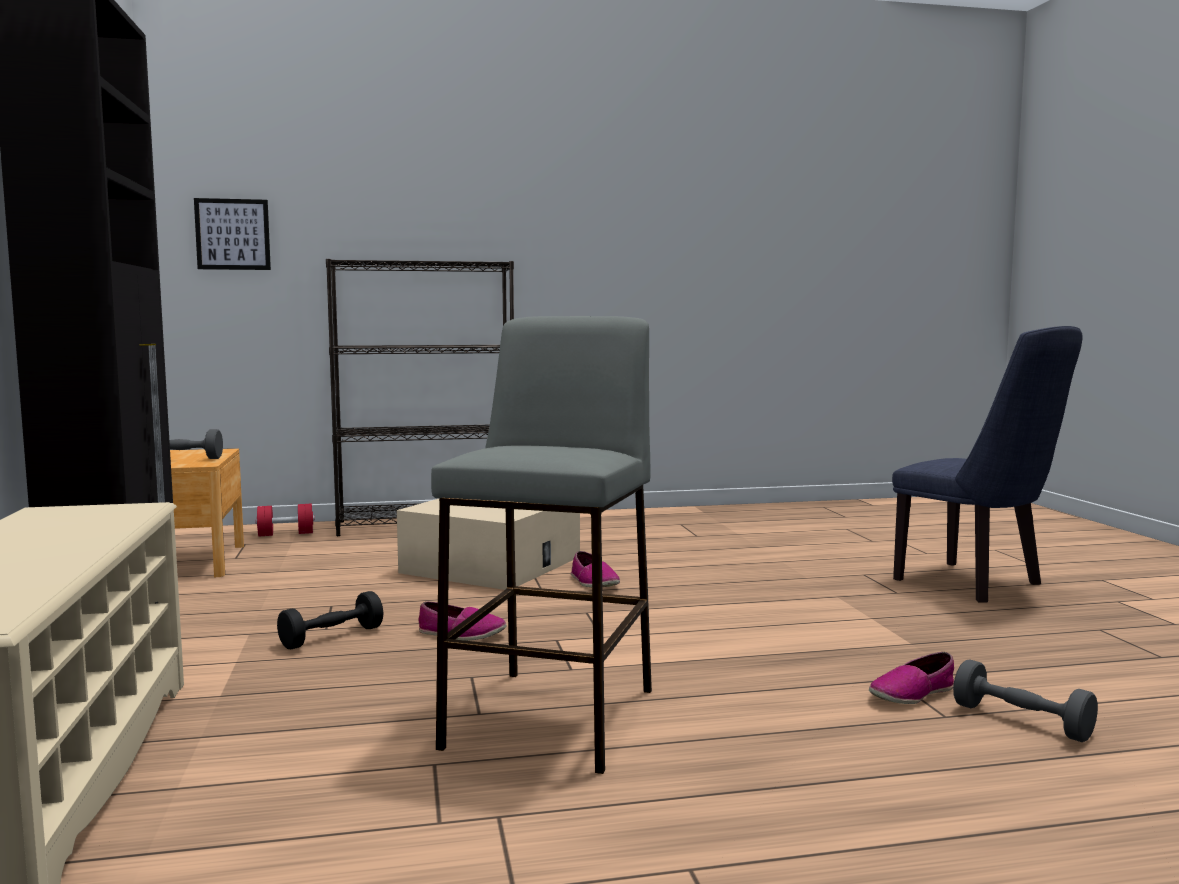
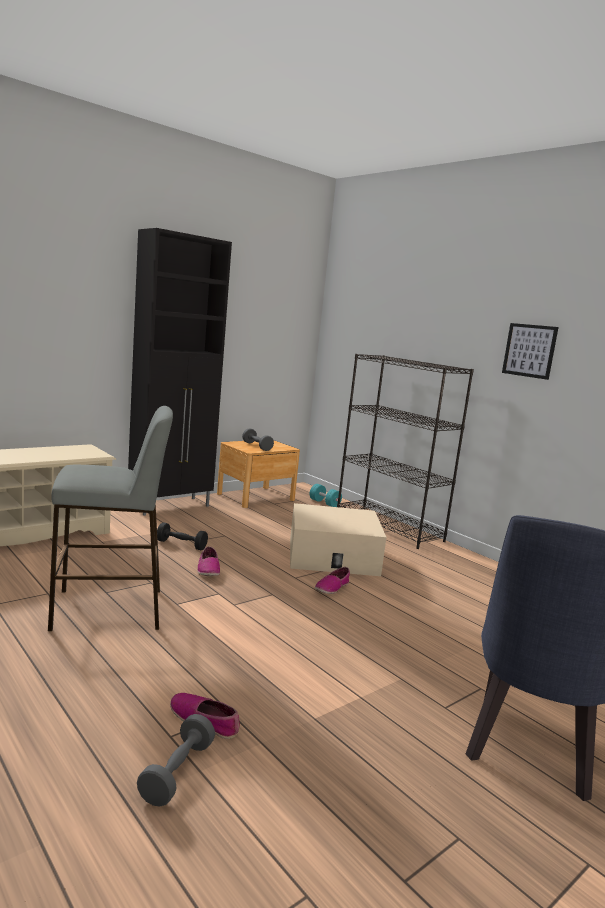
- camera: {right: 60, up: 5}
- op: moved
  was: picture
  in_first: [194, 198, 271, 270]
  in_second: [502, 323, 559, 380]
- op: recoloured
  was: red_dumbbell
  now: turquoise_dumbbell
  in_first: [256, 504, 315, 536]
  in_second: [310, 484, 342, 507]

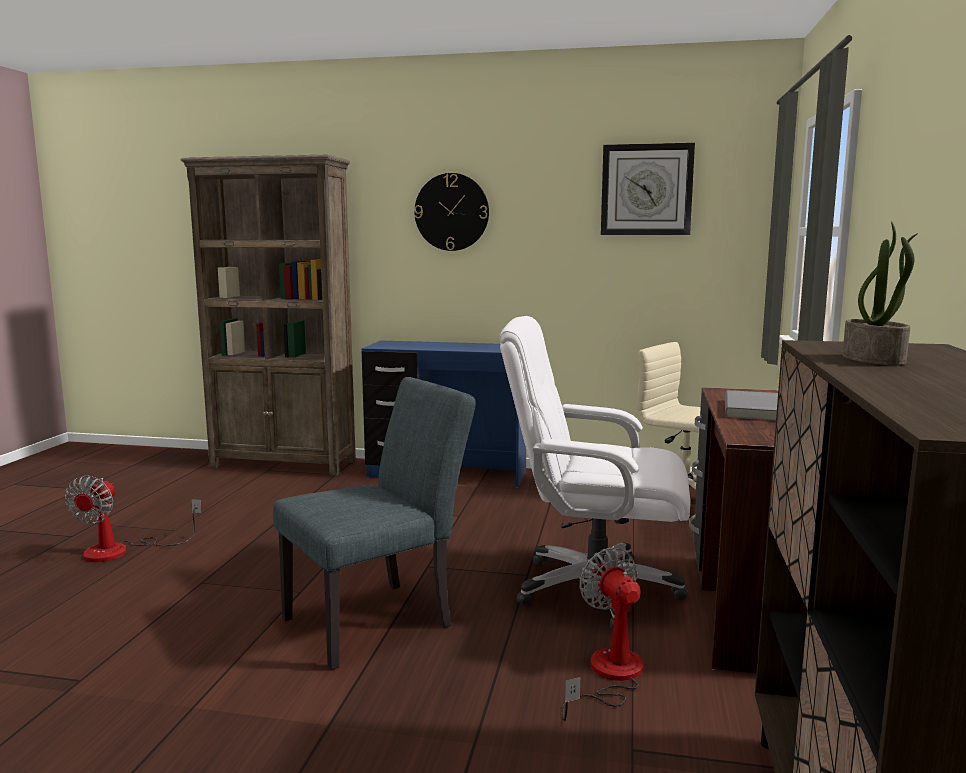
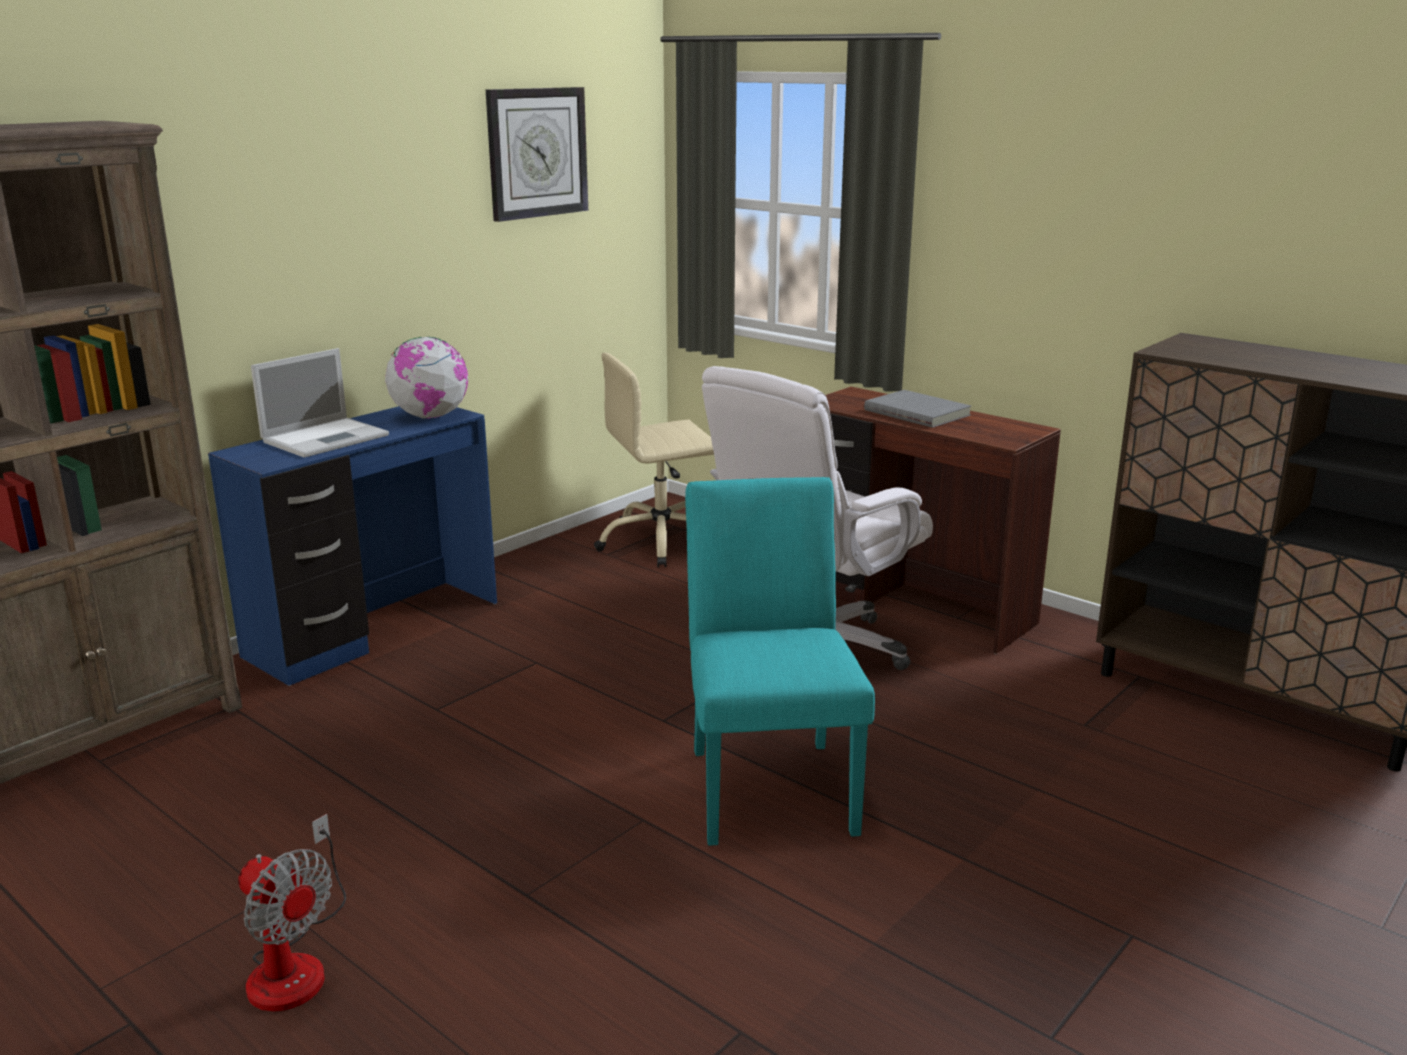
- camera: {right: -60, up: 10}
- op: removed
  was: wall_clock
  in_first: [414, 173, 489, 251]
- op: removed
  was: fan
  in_first: [561, 547, 643, 721]
- op: removed
  was: potted_plant
  in_first: [842, 221, 918, 366]
- op: added
  now: laptop
  in_second: [251, 348, 389, 458]
- op: added
  now: globe
  in_second: [385, 337, 468, 419]
- op: recoloured
  was: grey_chair
  now: turquoise_chair
  in_first: [273, 377, 476, 670]
  in_second: [685, 477, 875, 846]

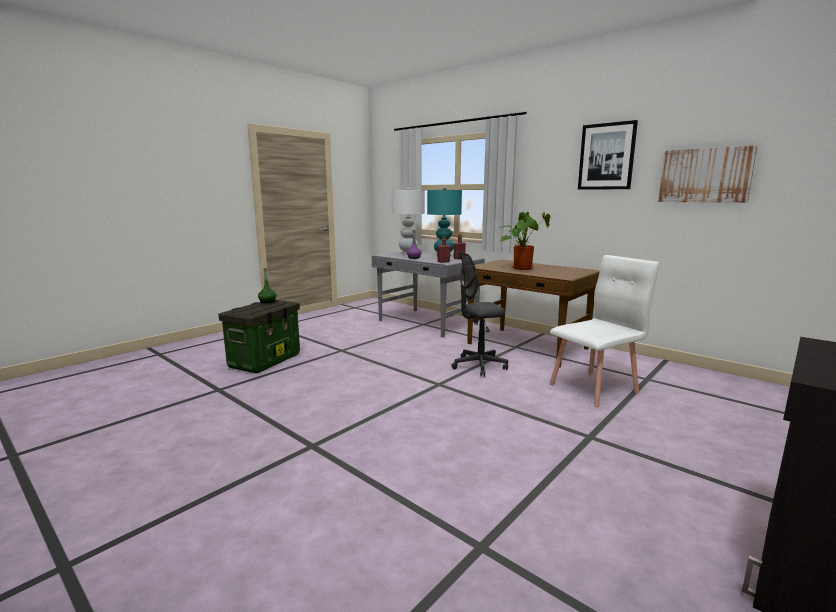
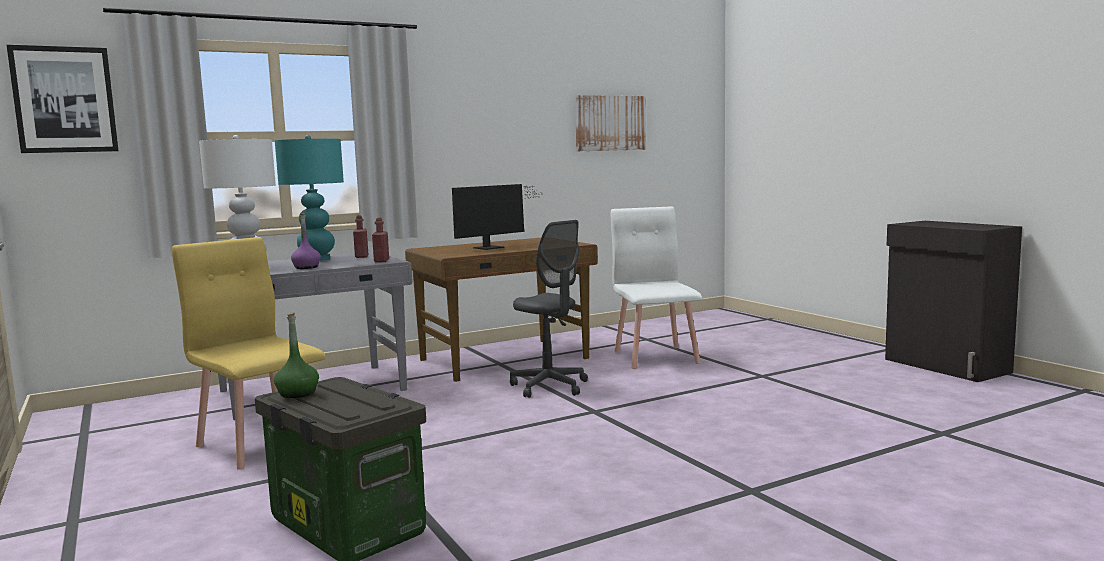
- camera: {right: -70, up: -5}
- op: added
  now: yellow_chair
  in_second: [172, 237, 326, 470]
- op: moved
  was: picture
  in_first: [578, 120, 638, 190]
  in_second: [7, 45, 119, 153]
- op: replaced
  was: potted_plant
  now: monitor
  in_first: [499, 212, 550, 270]
  in_second: [452, 184, 542, 250]
- op: turned
  was: grey_office_chair
  in_first: [452, 251, 508, 377]
  in_second: [510, 220, 588, 398]
  clockwise: -45

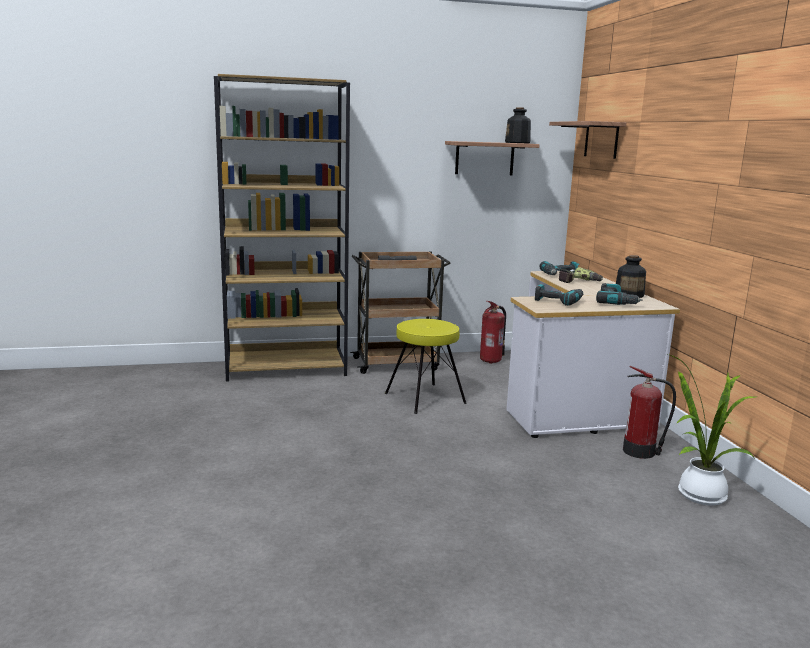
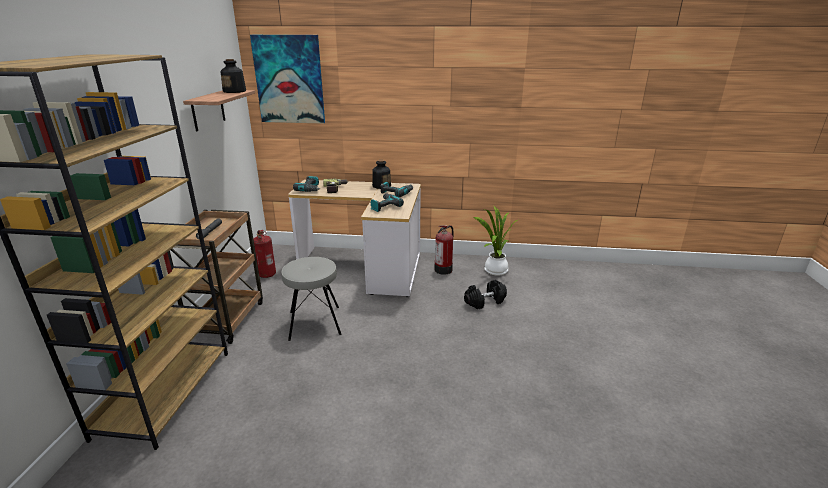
- camera: {right: -70, up: 10}
- op: added
  now: black_dumbbell
  in_second: [464, 280, 507, 309]
- op: replaced
  was: shelf
  now: picture
  in_first: [549, 121, 626, 159]
  in_second: [250, 35, 325, 124]
- op: recoloured
  was: yellow_stool
  now: grey_stool
  in_first: [385, 319, 467, 414]
  in_second: [281, 257, 342, 341]

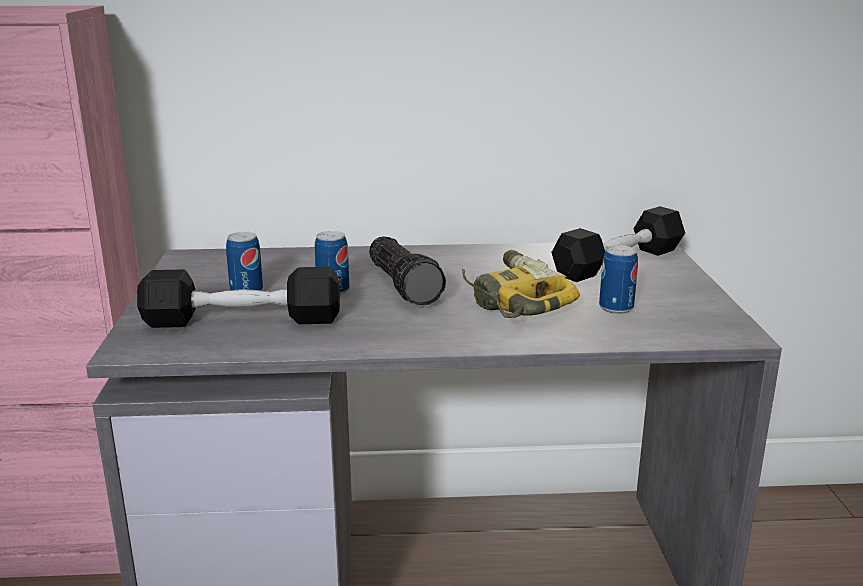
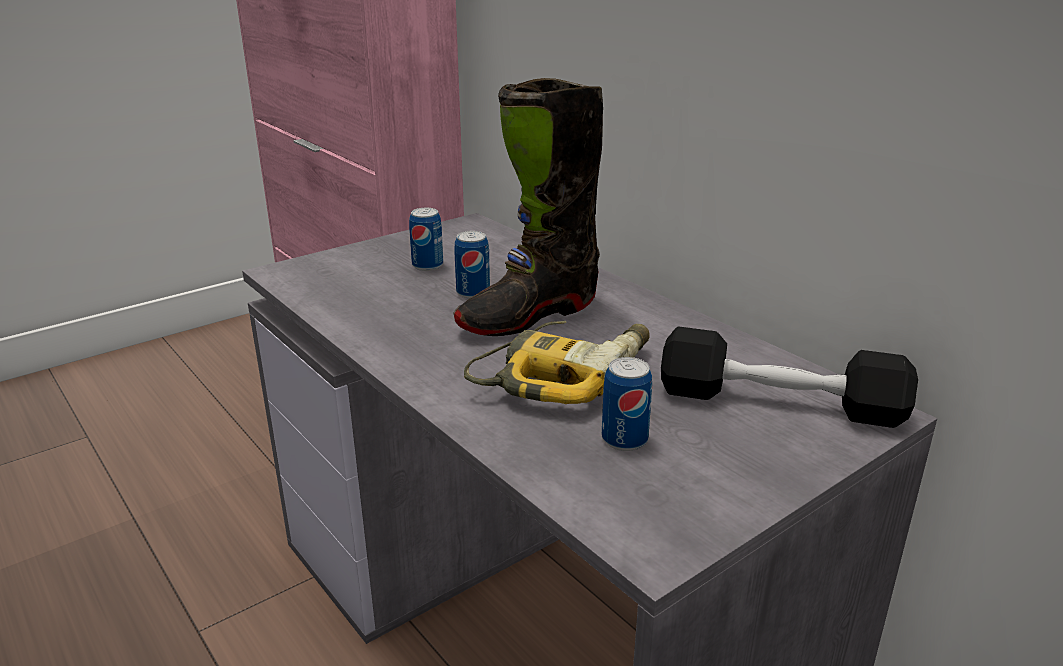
- camera: {right: 55, up: 5}
- op: removed
  was: black_dumbbell
  in_first: [137, 267, 340, 328]
- op: replaced
  was: flashlight
  now: black_boot
  in_first: [369, 236, 446, 305]
  in_second: [453, 78, 603, 336]

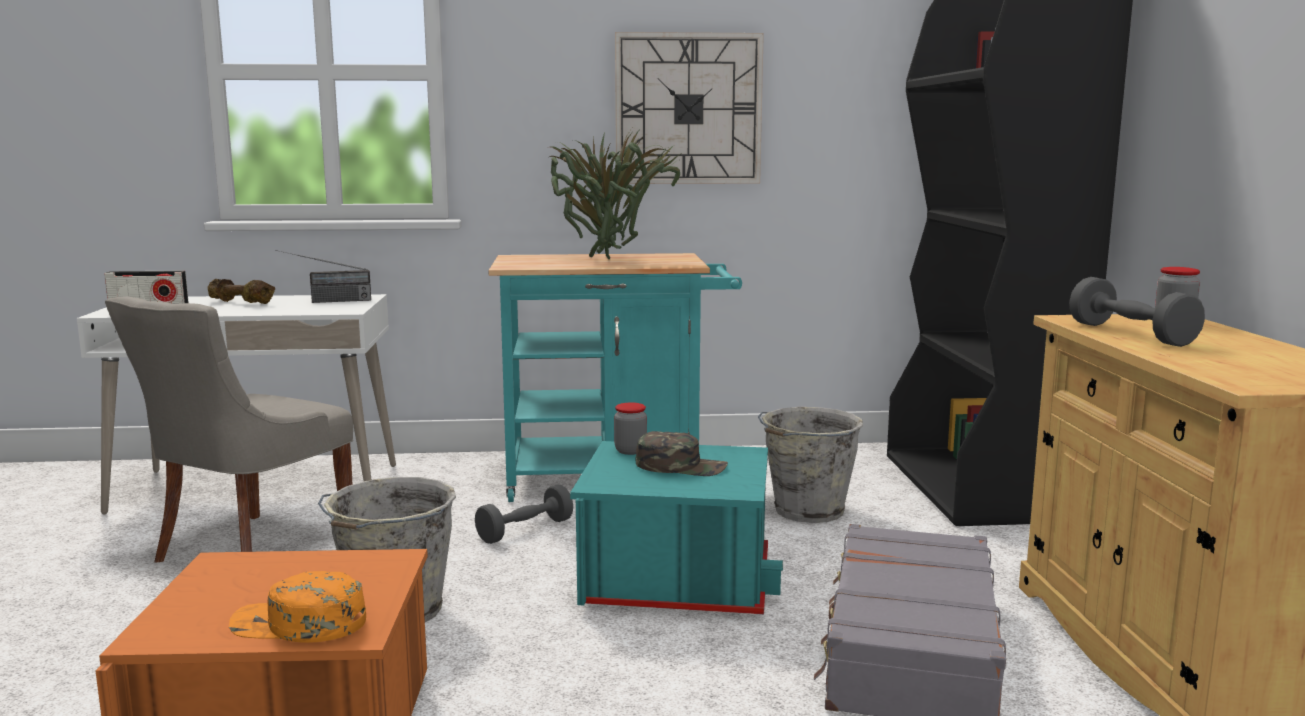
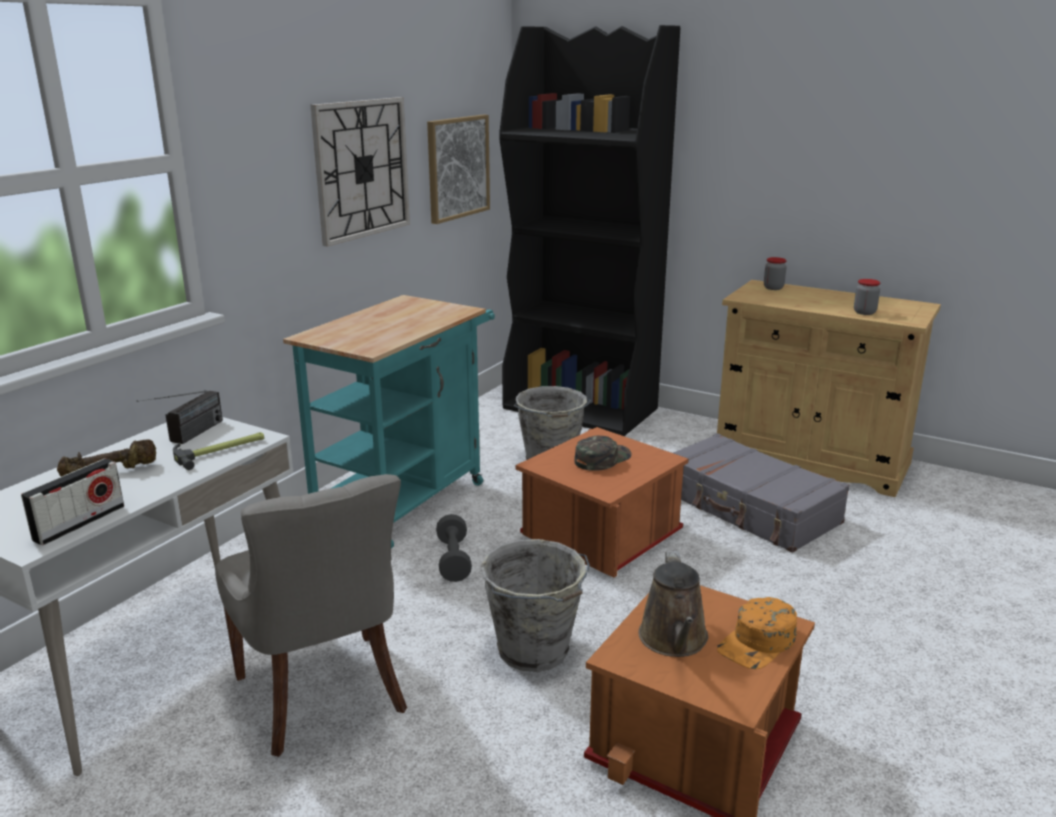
- camera: {right: -55, up: 10}
- op: removed
  was: potted_plant
  in_first: [547, 128, 681, 259]
- op: removed
  was: grey_dumbbell
  in_first: [1069, 277, 1205, 347]
- op: added
  now: hammer
  in_second: [173, 432, 264, 470]
- op: added
  now: picture
  in_second: [427, 115, 490, 224]
- op: added
  now: brown_watering_can
  in_second: [638, 551, 708, 657]
- op: moved
  was: jar
  in_first: [614, 402, 647, 455]
  in_second: [854, 279, 881, 315]
- op: recoloured
  was: turquoise_storage_box
  now: orange_storage_box
  in_first: [570, 441, 783, 614]
  in_second: [516, 427, 689, 578]

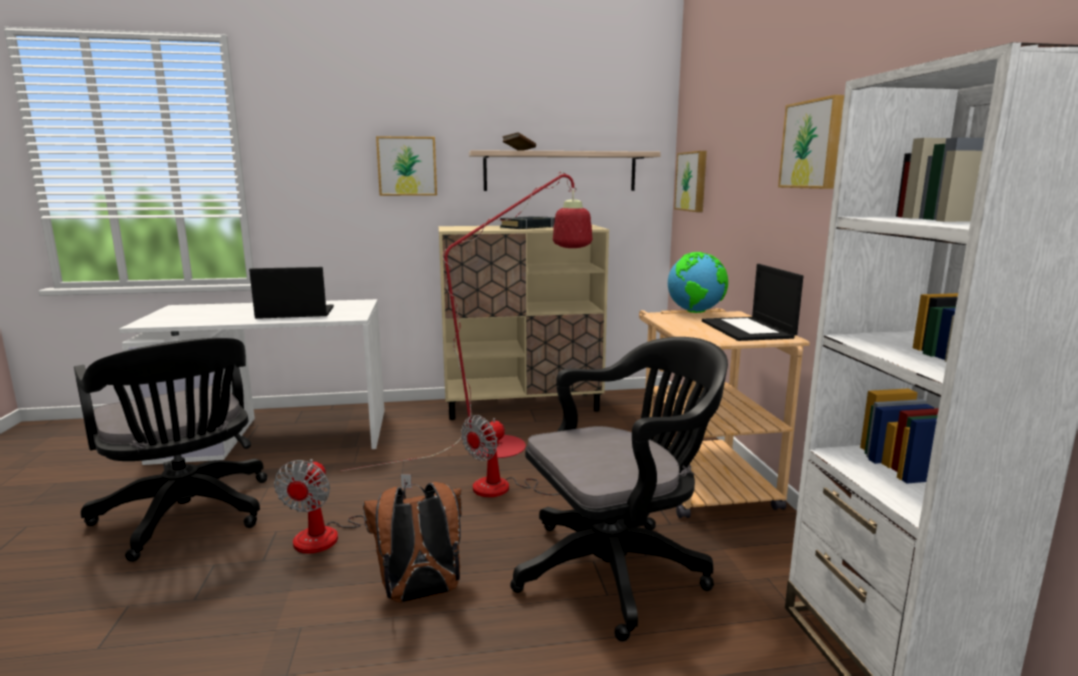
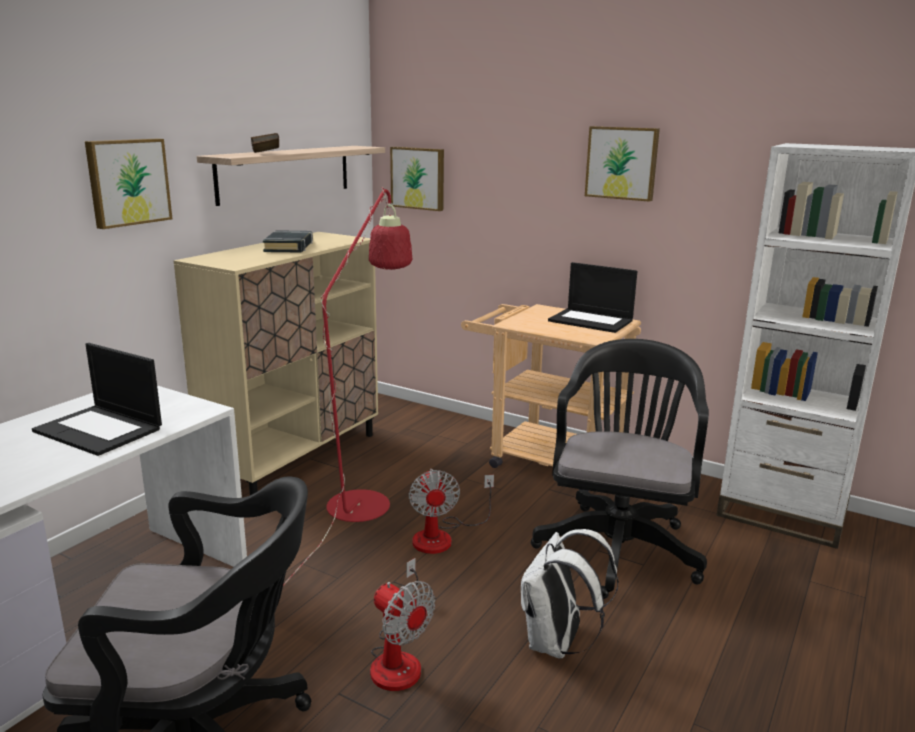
- camera: {right: -50, up: 5}
- op: removed
  was: globe
  in_first: [668, 252, 728, 313]
- op: recoloured
  was: brown_backpack
  now: white_backpack
  in_first: [363, 482, 462, 602]
  in_second: [521, 529, 619, 658]
- op: turned
  was: laptop
  in_first: [249, 267, 334, 319]
  in_second: [32, 343, 162, 456]
  clockwise: -90

